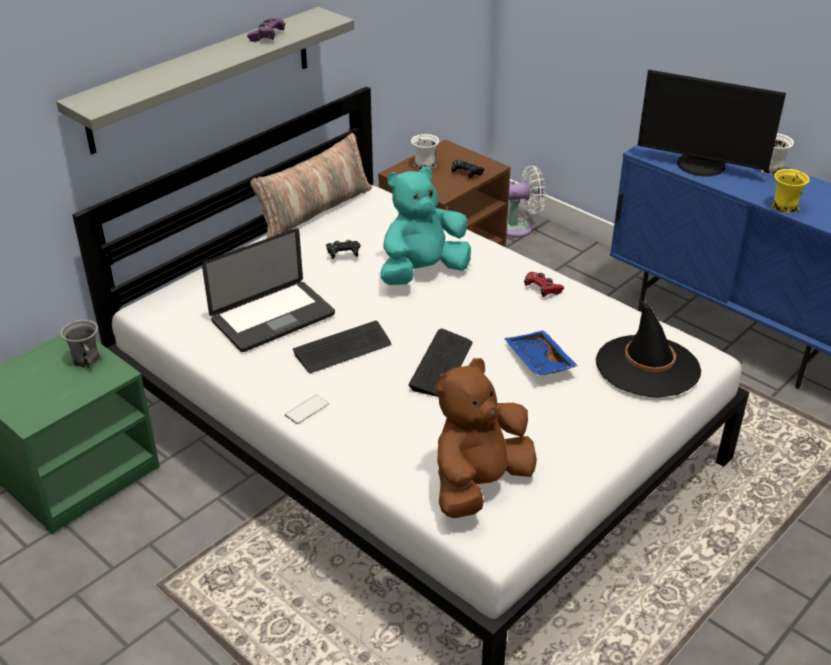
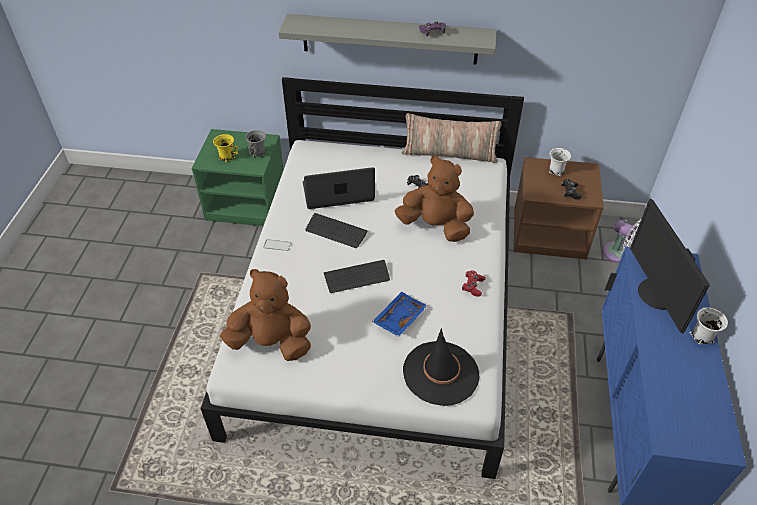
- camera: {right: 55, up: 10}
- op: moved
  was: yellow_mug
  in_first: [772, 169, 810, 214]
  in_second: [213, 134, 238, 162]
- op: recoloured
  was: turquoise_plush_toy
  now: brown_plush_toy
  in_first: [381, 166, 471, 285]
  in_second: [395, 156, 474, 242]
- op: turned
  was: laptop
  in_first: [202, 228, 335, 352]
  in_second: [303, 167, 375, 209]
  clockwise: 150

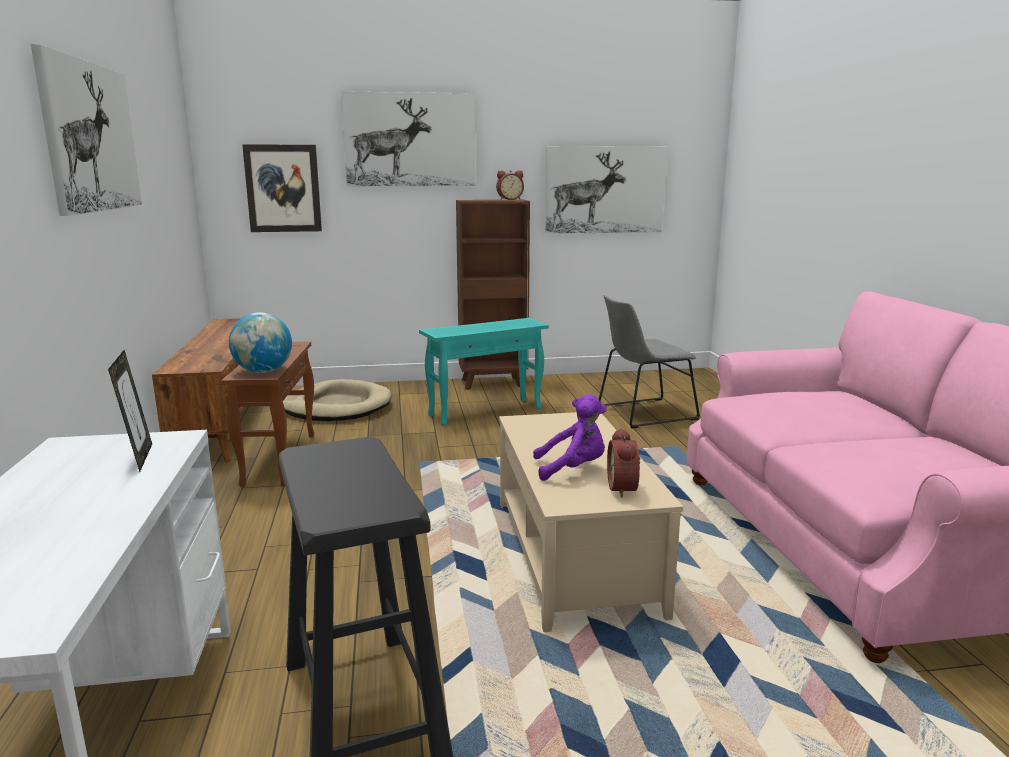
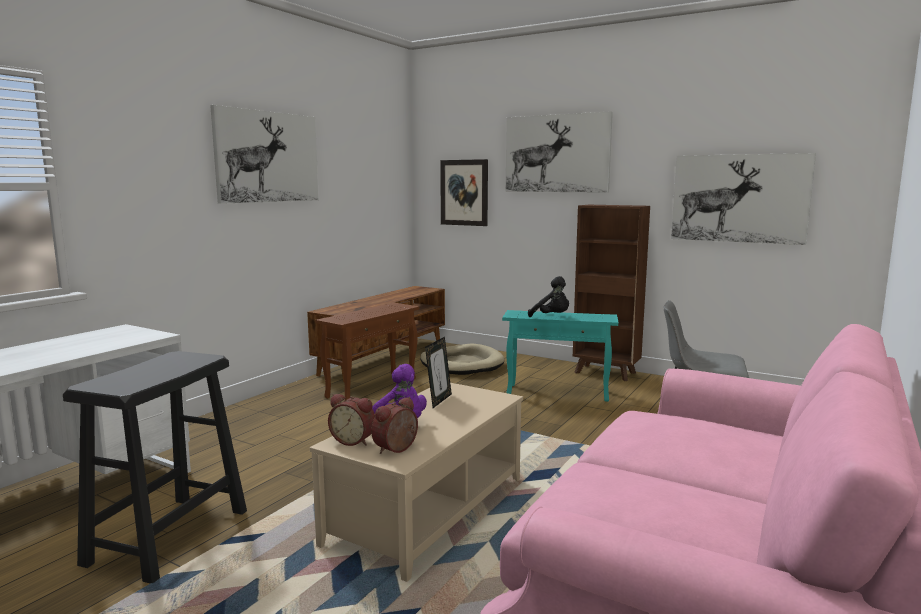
- camera: {right: 40, up: -5}
- op: removed
  was: globe
  in_first: [229, 312, 292, 373]
- op: added
  now: black_plush_toy
  in_second: [528, 276, 569, 317]
- op: moved
  was: picture_frame
  in_first: [108, 350, 152, 472]
  in_second: [425, 337, 452, 408]
- op: moved
  was: alarm_clock
  in_first: [496, 171, 524, 200]
  in_second: [328, 394, 375, 446]

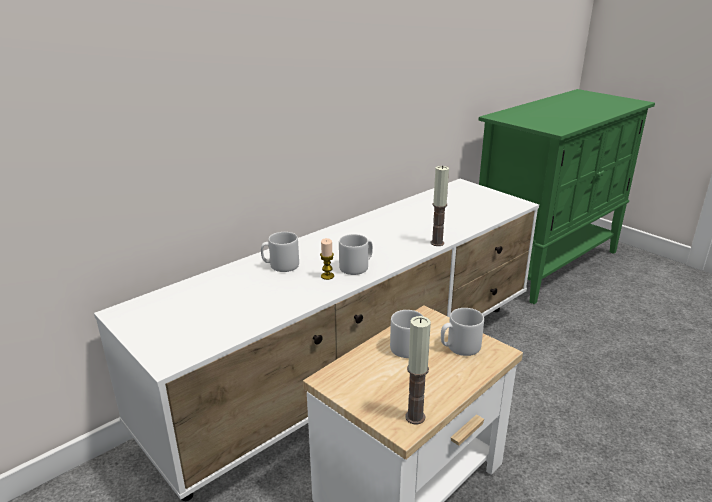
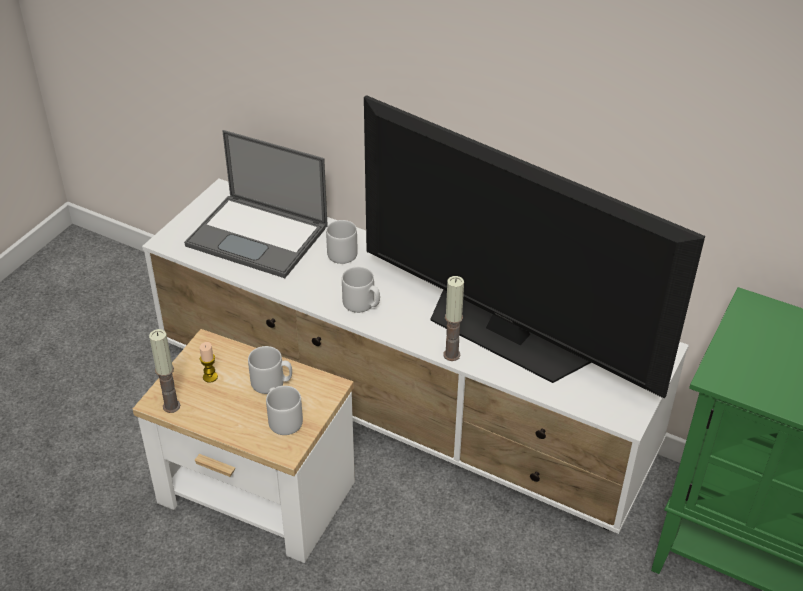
- camera: {right: 70, up: 15}
- op: added
  now: laptop
  in_second: [184, 130, 328, 278]
- op: added
  now: television
  in_second: [364, 95, 705, 398]
- op: moved
  was: candle
  in_first: [320, 238, 334, 280]
  in_second: [200, 342, 218, 383]

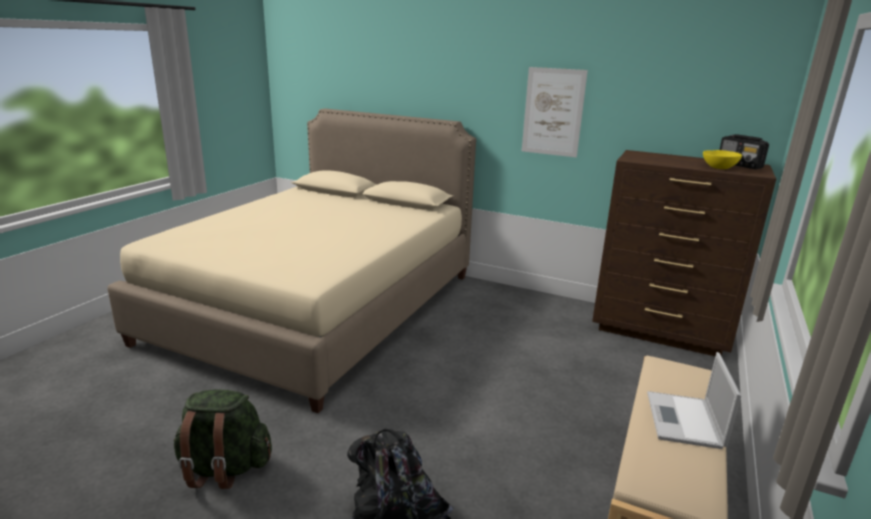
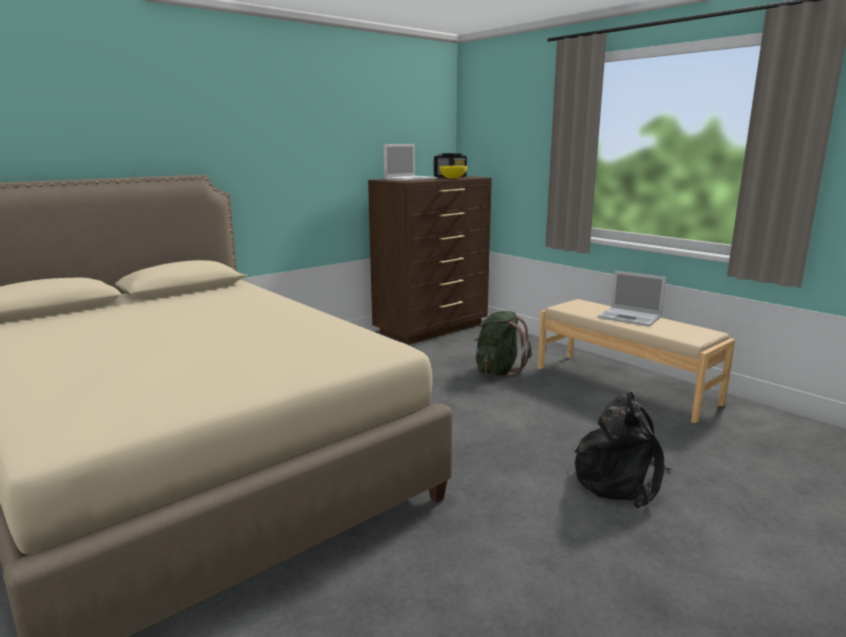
- camera: {right: -65, up: -5}
- op: removed
  was: picture
  in_first: [522, 67, 588, 158]
- op: added
  now: laptop
  in_second: [383, 144, 437, 181]
- op: moved
  was: green_backpack
  in_first: [173, 389, 272, 489]
  in_second: [474, 311, 532, 377]

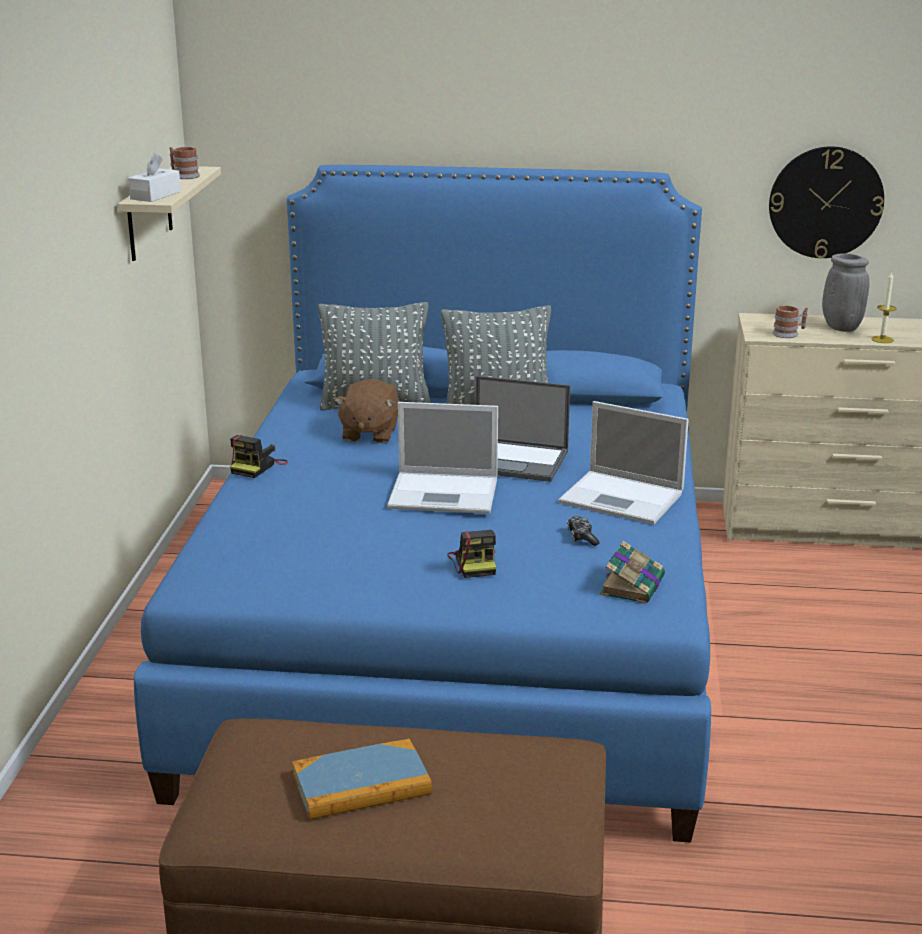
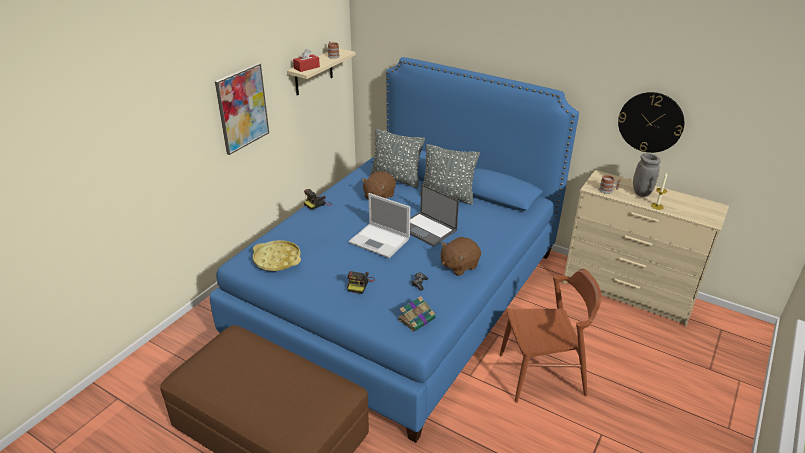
- camera: {right: 25, up: 10}
- op: removed
  was: book
  in_first: [292, 739, 432, 820]
- op: added
  now: picture
  in_second: [215, 63, 269, 155]
- op: added
  now: yellow_tray
  in_second: [253, 240, 301, 271]
- op: added
  now: brown_chair
  in_second: [500, 269, 602, 403]
- op: replaced
  was: laptop
  now: brown_plush_toy
  in_first: [559, 401, 689, 524]
  in_second: [441, 237, 481, 276]
- op: recoloured
  was: white_tissue_box
  now: red_tissue_box
  in_first: [128, 153, 181, 202]
  in_second: [293, 49, 320, 72]

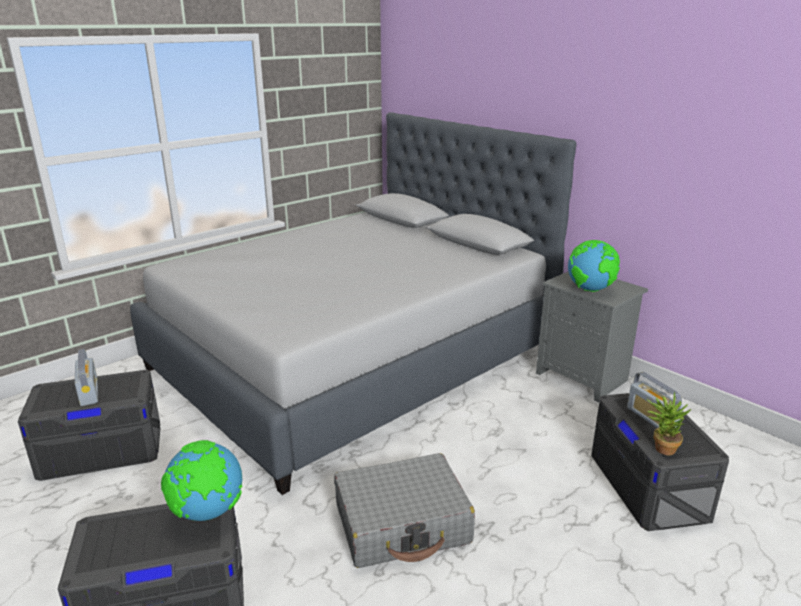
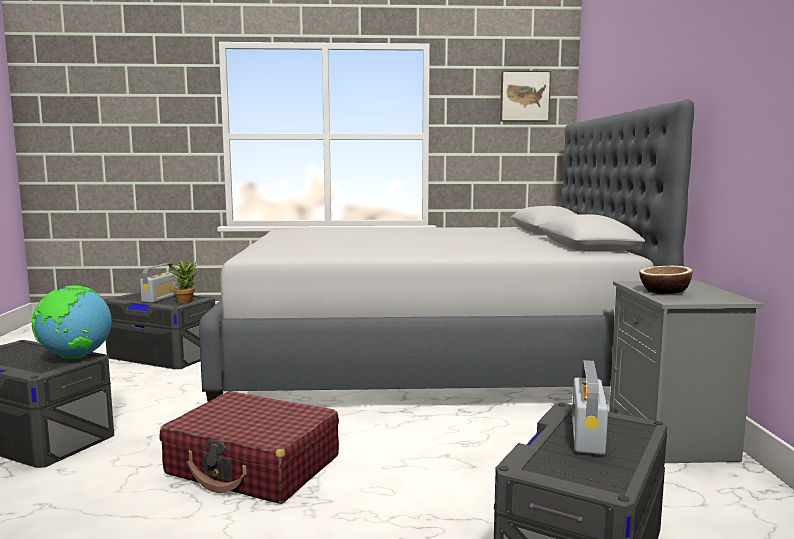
- camera: {right: 40, up: -15}
- op: added
  now: picture
  in_second: [500, 71, 551, 122]
- op: moved
  was: potted_plant
  in_first: [646, 392, 692, 455]
  in_second: [166, 259, 197, 303]
- op: replaced
  was: globe
  now: bowl
  in_first: [568, 240, 620, 292]
  in_second: [639, 266, 692, 294]
- op: recoloured
  was: grey_suitcase
  now: red_suitcase
  in_first: [334, 453, 475, 568]
  in_second: [159, 391, 339, 504]

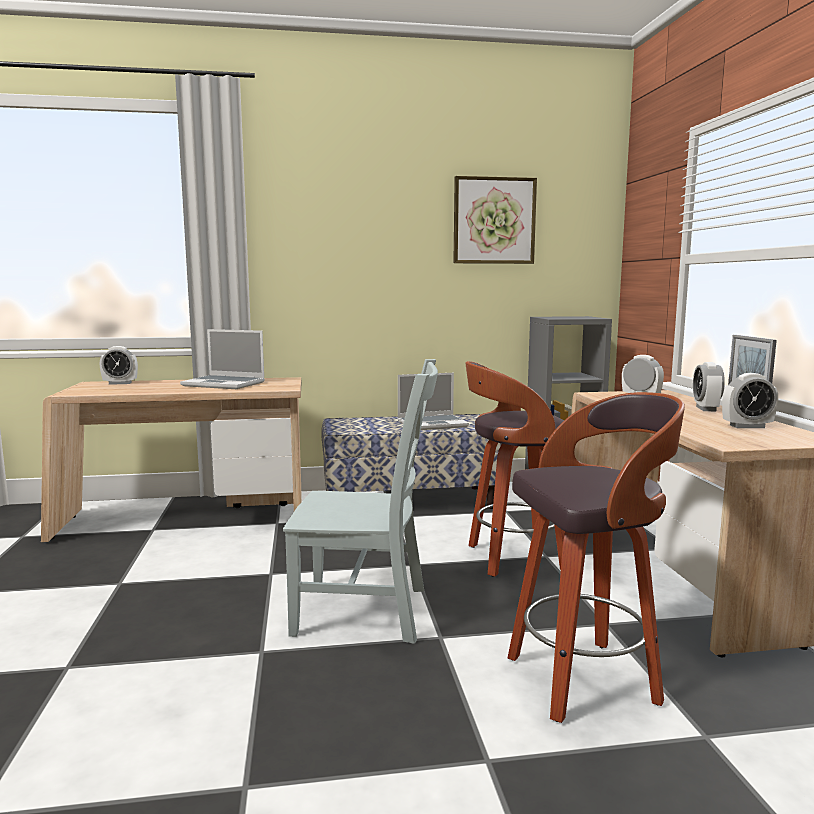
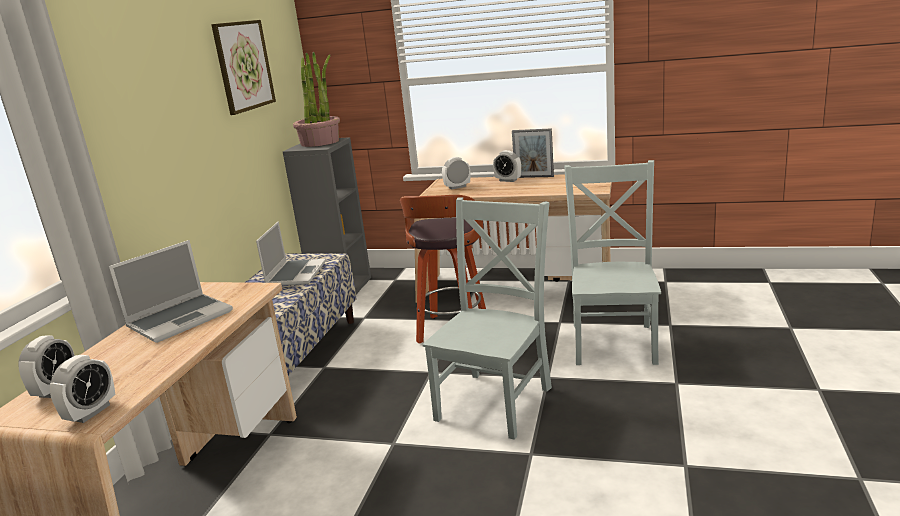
- camera: {right: -65, up: 10}
- op: added
  now: potted_plant
  in_second: [293, 52, 340, 147]
- op: moved
  was: alarm_clock
  in_first: [722, 373, 778, 428]
  in_second: [50, 355, 115, 423]
- op: replaced
  was: stool
  now: grey_chair
  in_first: [507, 392, 685, 723]
  in_second: [564, 160, 661, 365]

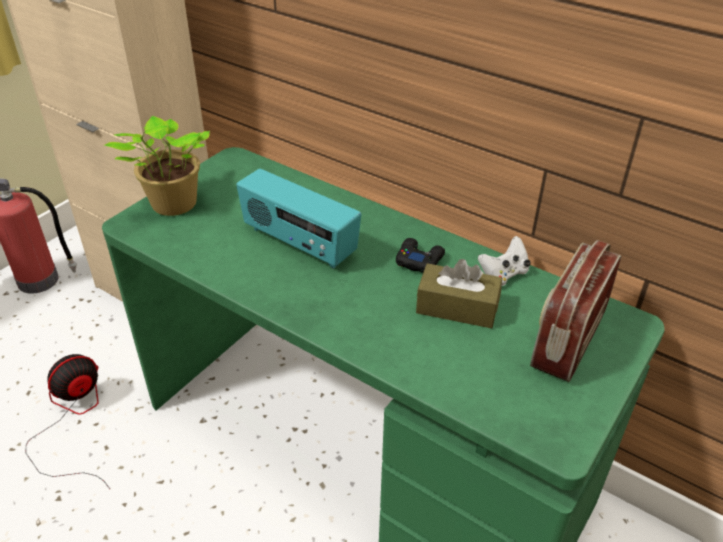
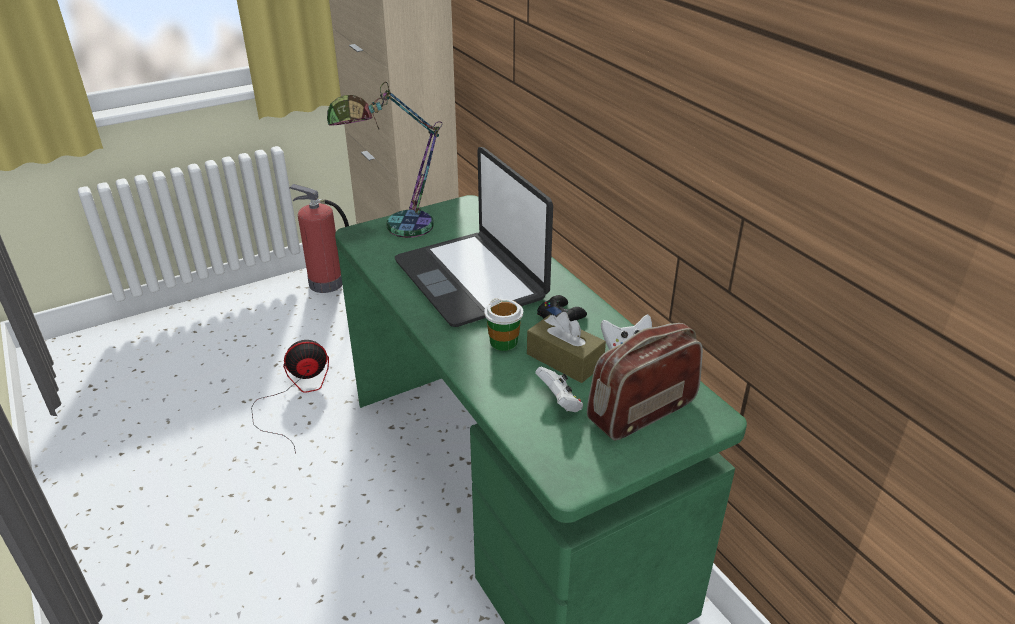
- camera: {right: 25, up: -5}
- op: added
  now: cup
  in_second: [484, 298, 523, 351]
- op: added
  now: white_game_controller
  in_second: [535, 367, 583, 412]
- op: replaced
  was: potted_plant
  now: table_lamp
  in_first: [104, 116, 210, 216]
  in_second: [327, 82, 442, 238]
- op: replaced
  was: radio
  now: laptop
  in_first: [236, 169, 361, 269]
  in_second: [395, 147, 553, 327]

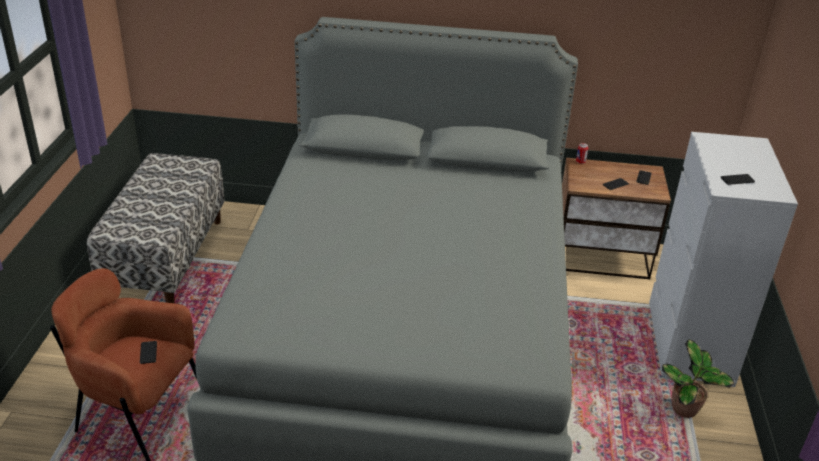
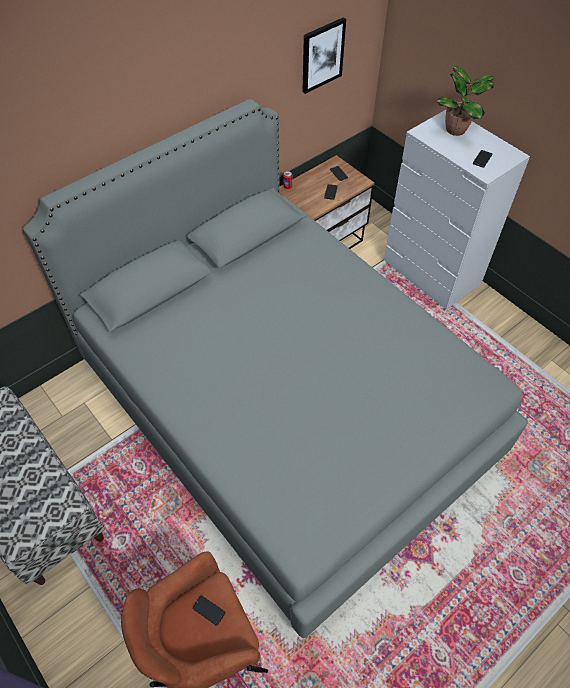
- camera: {right: -45, up: 20}
- op: added
  now: picture
  in_second: [302, 17, 346, 94]
- op: moved
  was: potted_plant
  in_first: [662, 340, 734, 418]
  in_second: [436, 66, 494, 136]

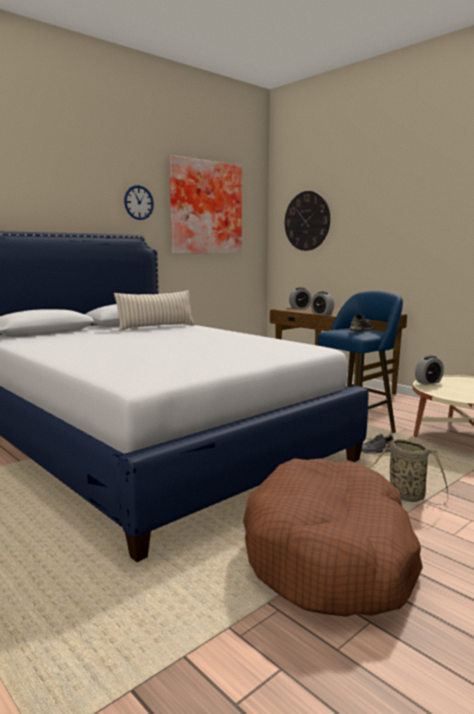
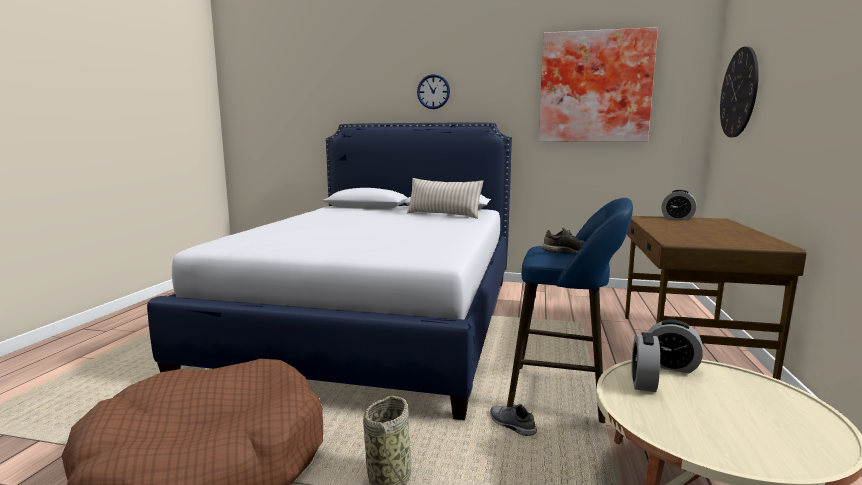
- camera: {right: 55, up: 0}
- op: moved
  was: wall_clock
  in_first: [124, 185, 154, 220]
  in_second: [417, 74, 450, 109]
- op: moved
  was: alarm_clock
  in_first: [311, 291, 334, 315]
  in_second: [632, 332, 660, 392]

